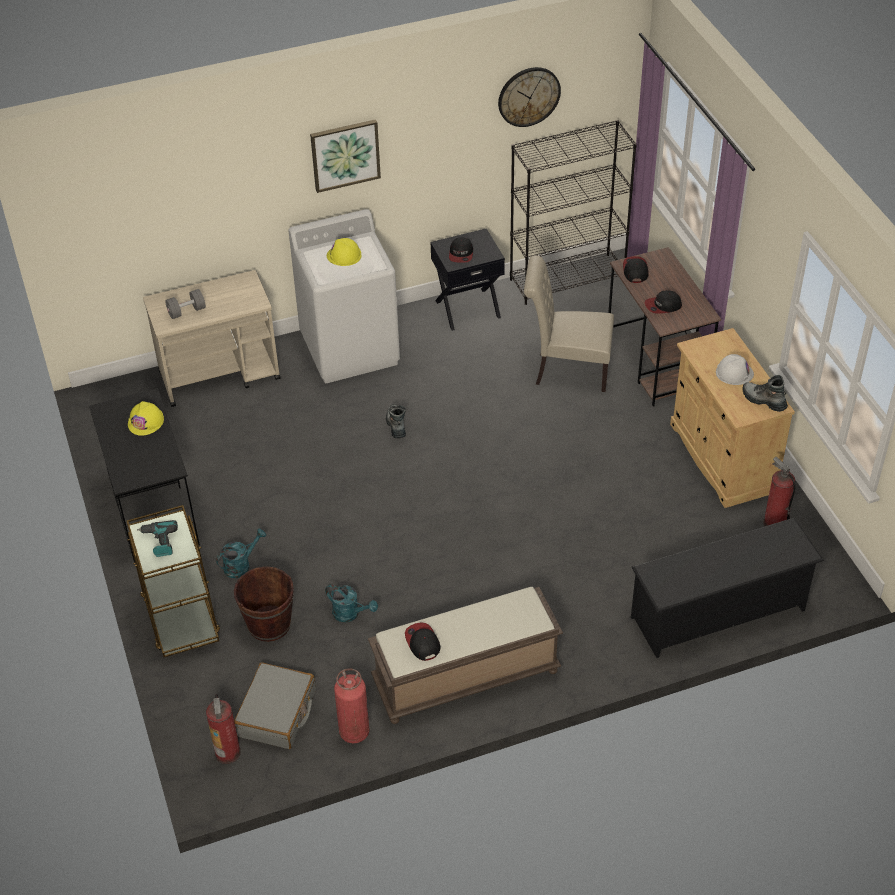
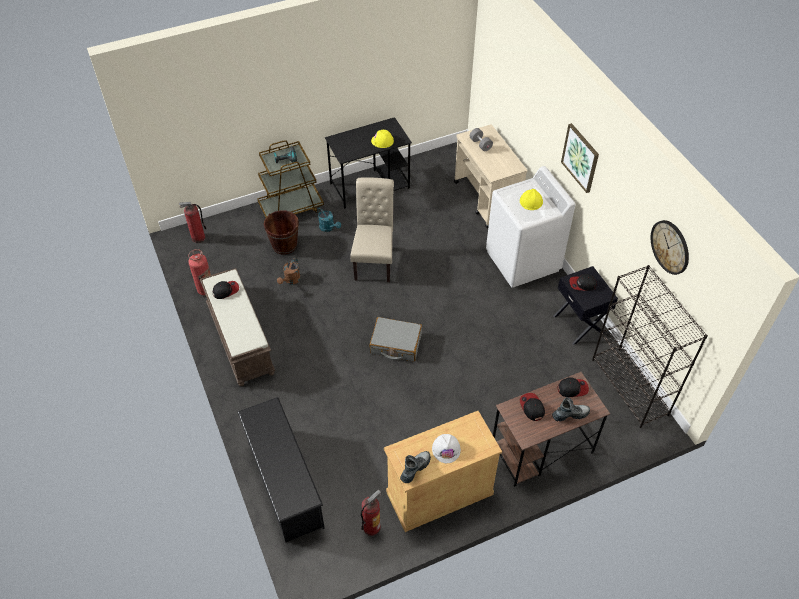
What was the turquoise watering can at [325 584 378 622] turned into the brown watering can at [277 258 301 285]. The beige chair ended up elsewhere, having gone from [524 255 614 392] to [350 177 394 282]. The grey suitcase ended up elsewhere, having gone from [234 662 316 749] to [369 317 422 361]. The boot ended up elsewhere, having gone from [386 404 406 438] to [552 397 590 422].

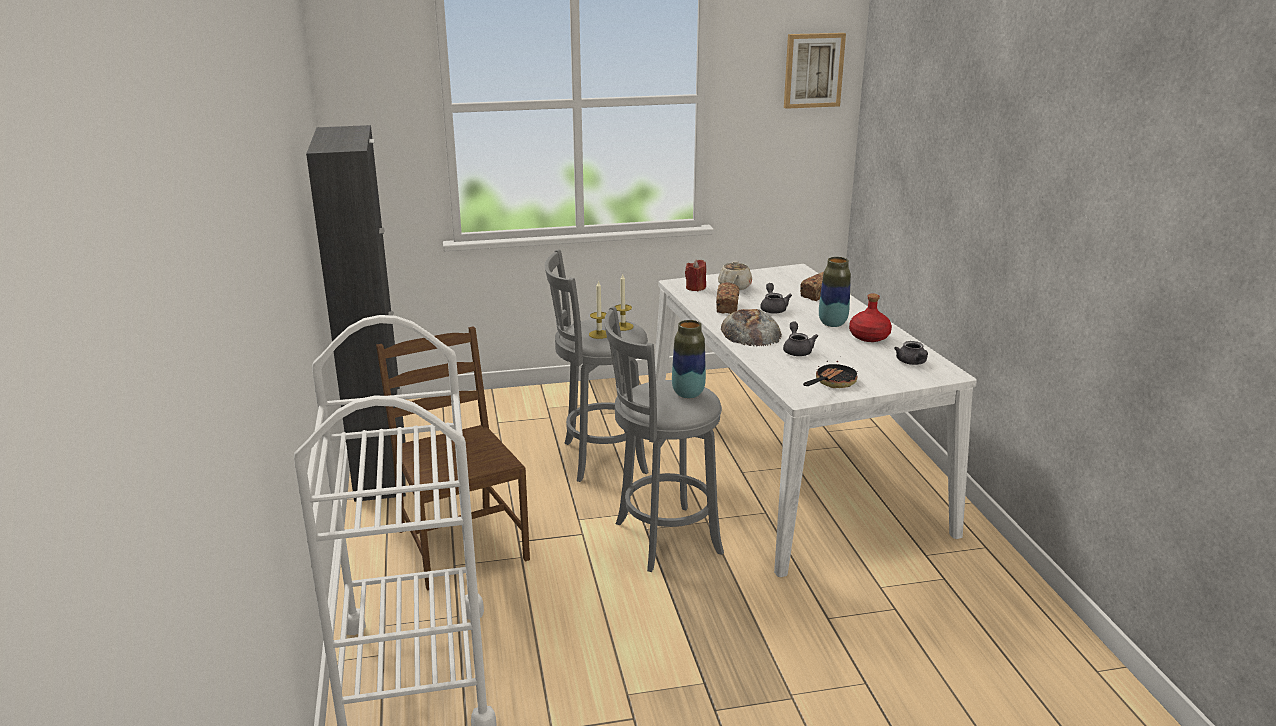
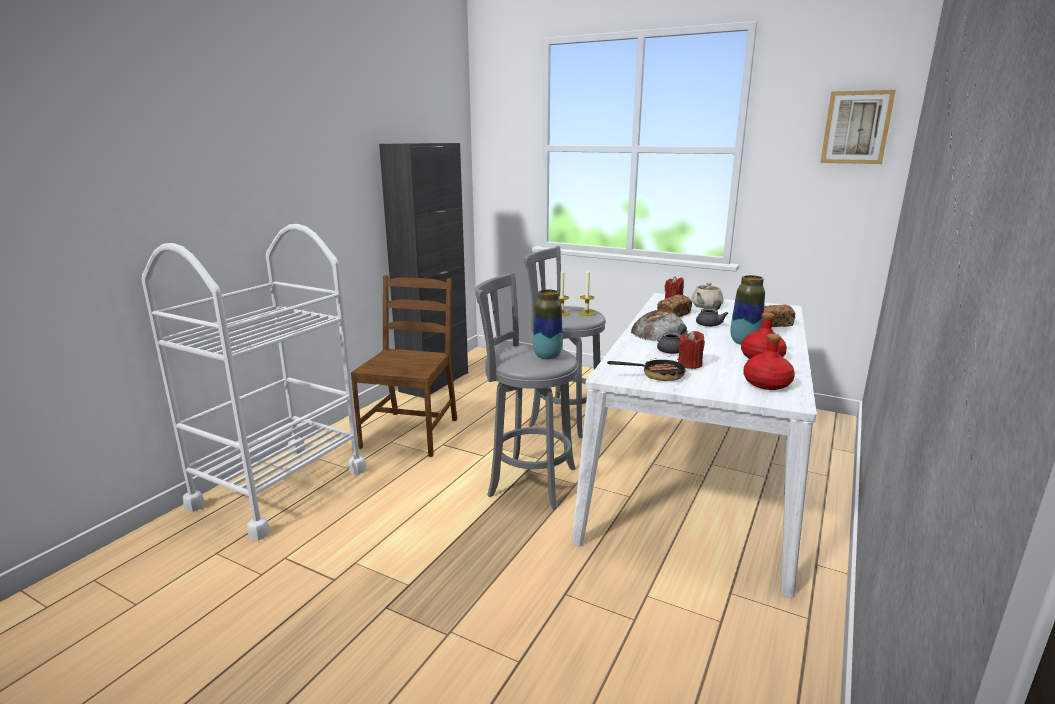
The second view gained the red candle at [678 331 705 369]. Where the grey teapot stood at [894 341 928 365], the red bottle came to stand at [743 334 795 390].

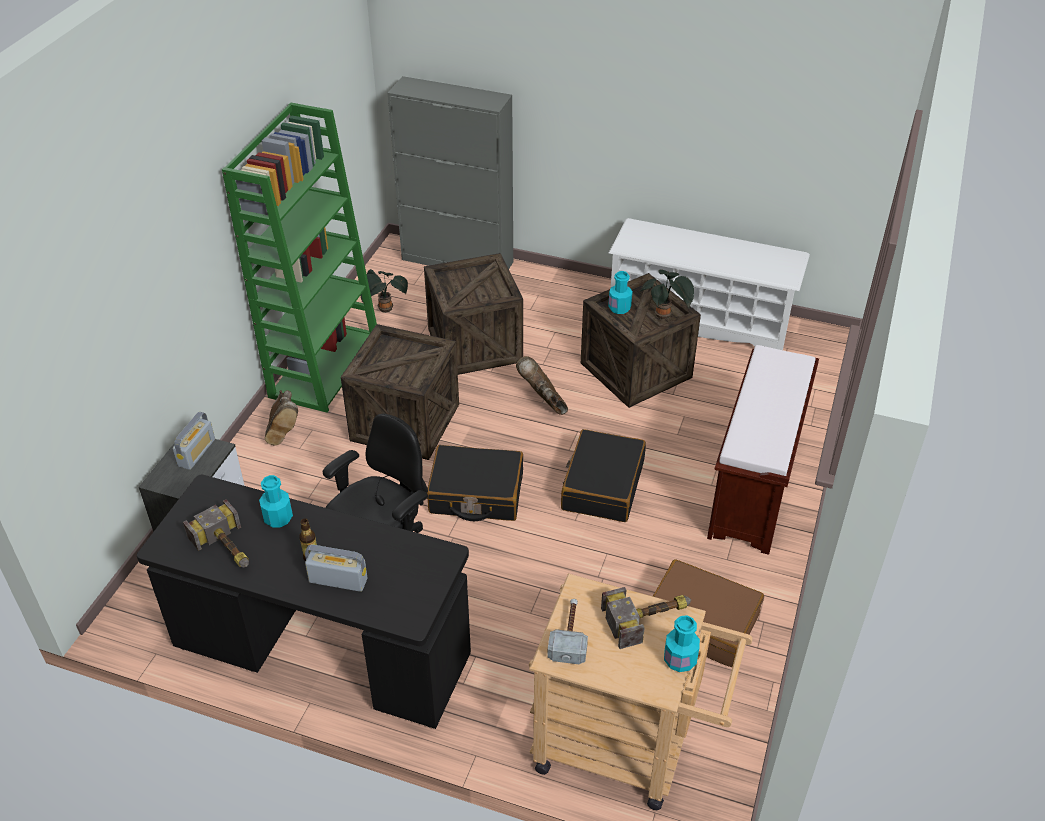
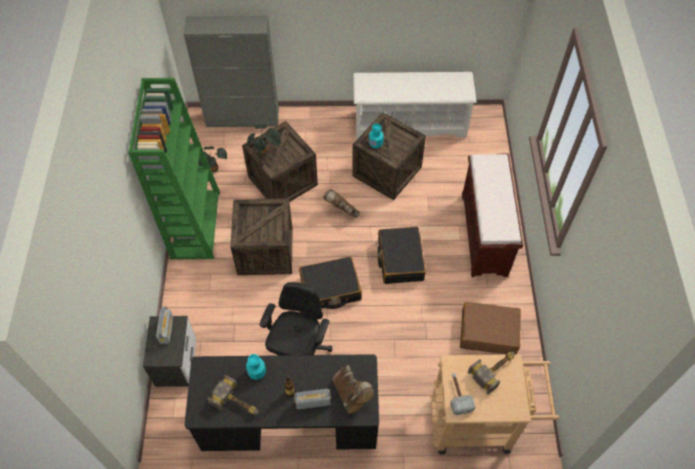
The potted plant ended up elsewhere, having gone from [640 269 694 320] to [247 124 281 155]. The brown boot ended up elsewhere, having gone from [265 390 298 446] to [332 365 374 414]. The second view lost the turquoise bottle at [664 615 700 672].

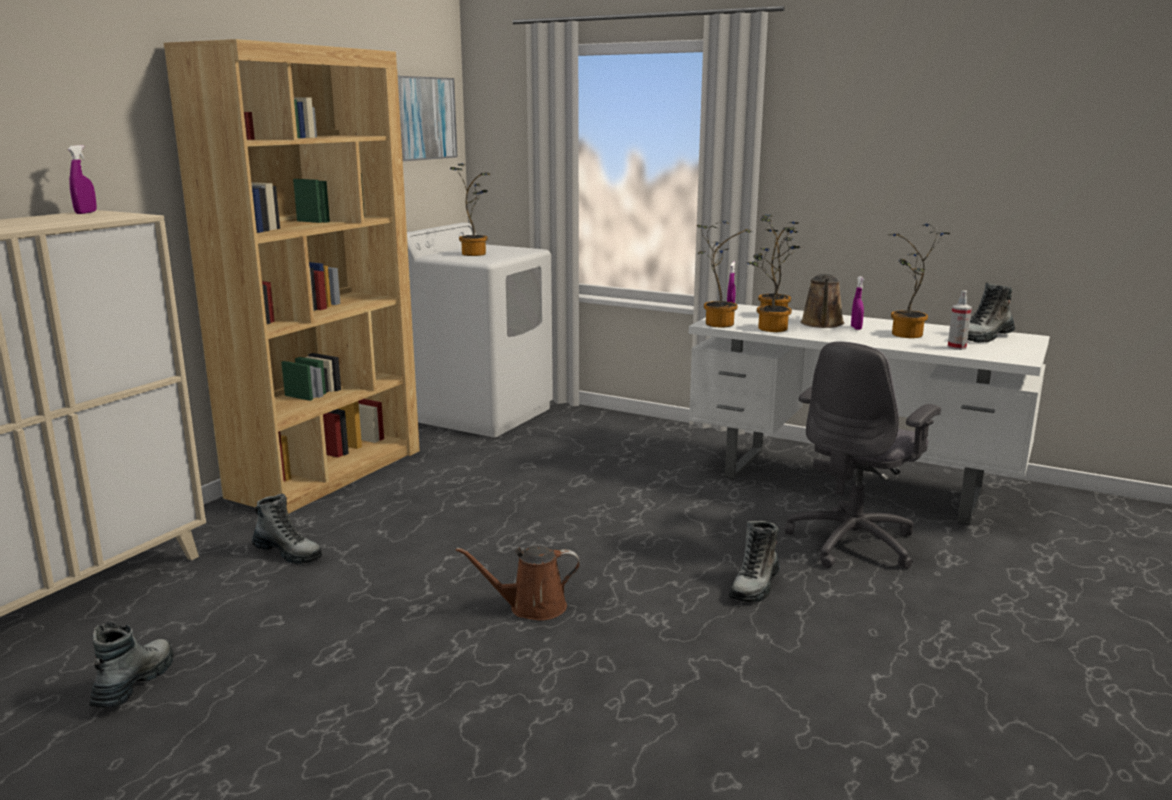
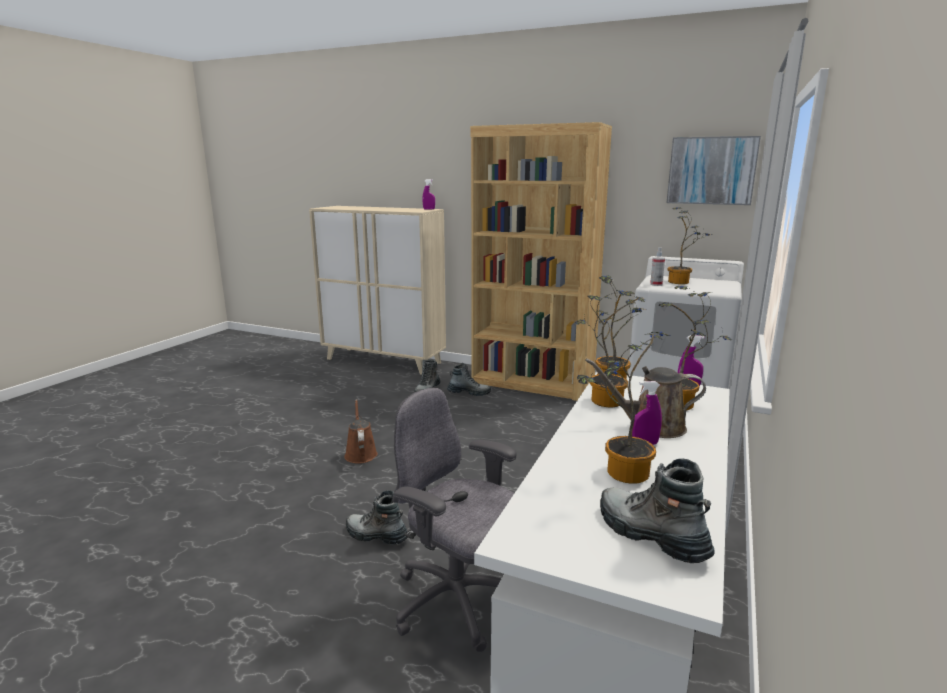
The boot ended up elsewhere, having gone from [89 621 174 708] to [447 363 491 396]. The spray bottle ended up elsewhere, having gone from [948 290 972 350] to [650 247 665 286].

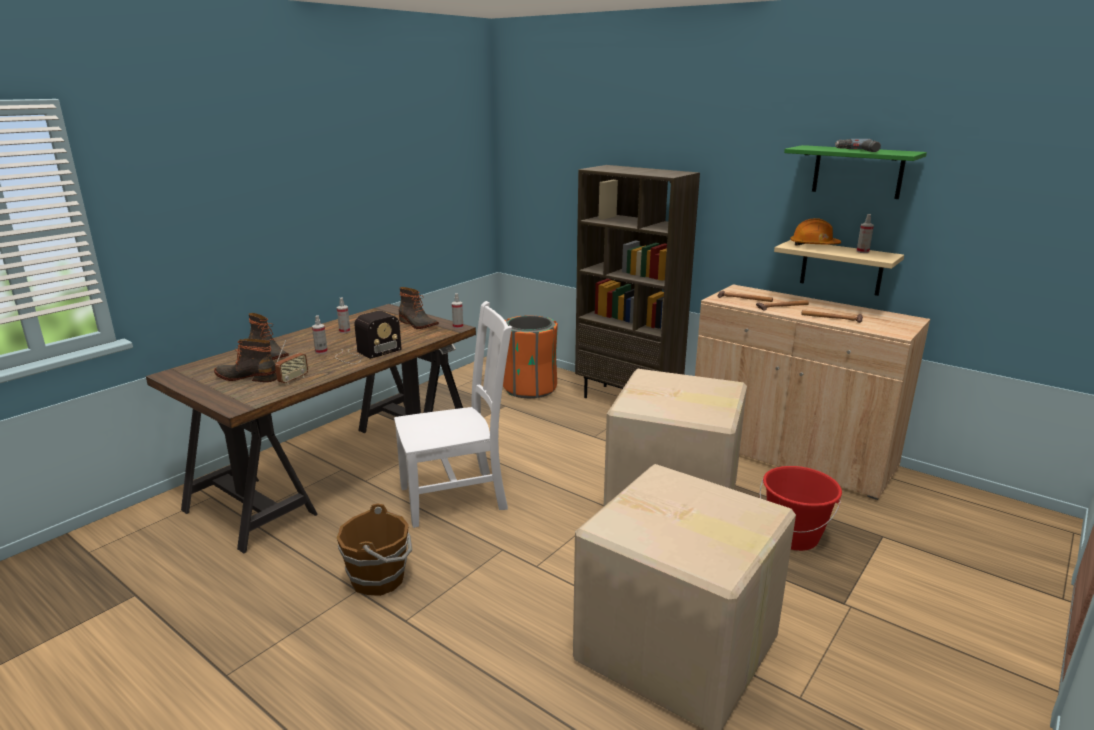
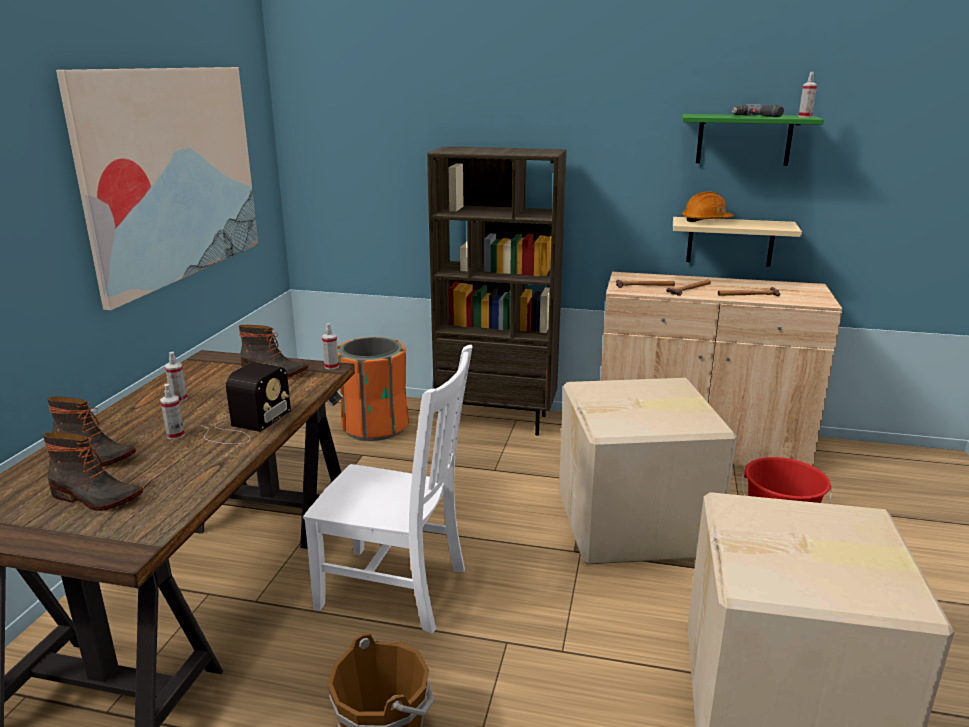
The boot at [214 339 277 382] ended up facing another way, 150 degrees counterclockwise from before. The second view gained the picture at [56 67 258 310]. The white chair at [394 301 512 528] ended up facing another way, 60 degrees clockwise from before. The spray bottle ended up elsewhere, having gone from [857 214 874 253] to [798 72 817 118]. The second view lost the radio at [275 340 308 384].

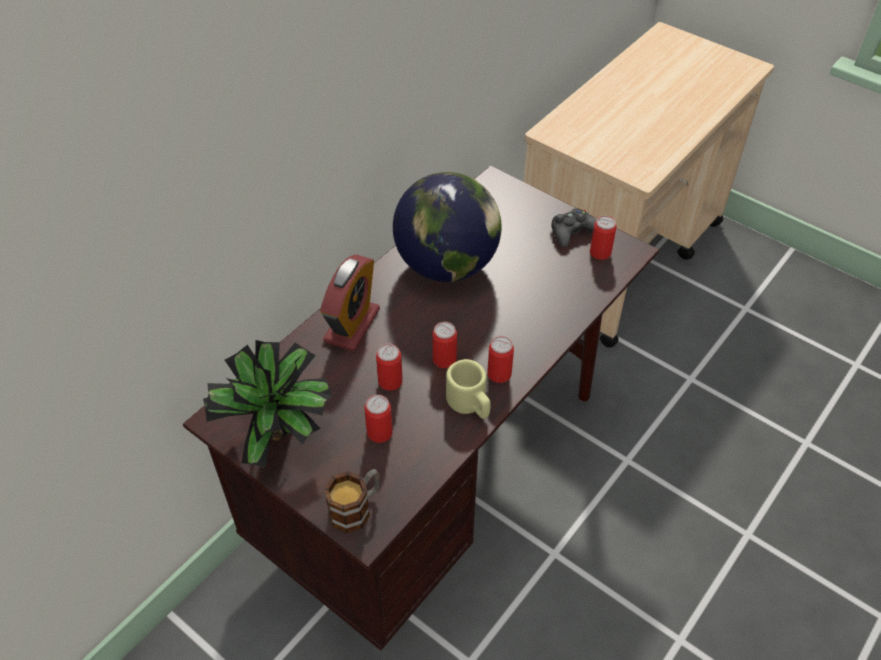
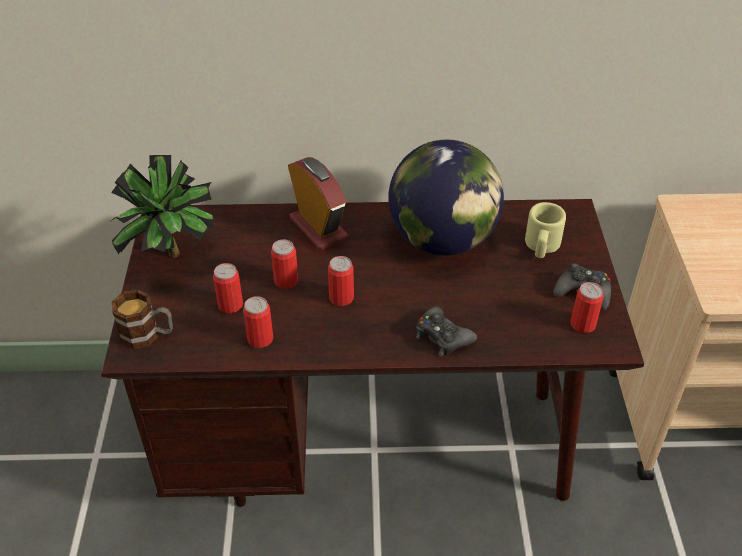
The can ended up elsewhere, having gone from [487 336 514 383] to [243 296 273 348]. The alarm clock at [320 255 380 351] ended up facing another way, 105 degrees counterclockwise from before. The second view gained the black game controller at [416 306 477 356]. The beige mug ended up elsewhere, having gone from [446 359 491 419] to [525 202 566 258].

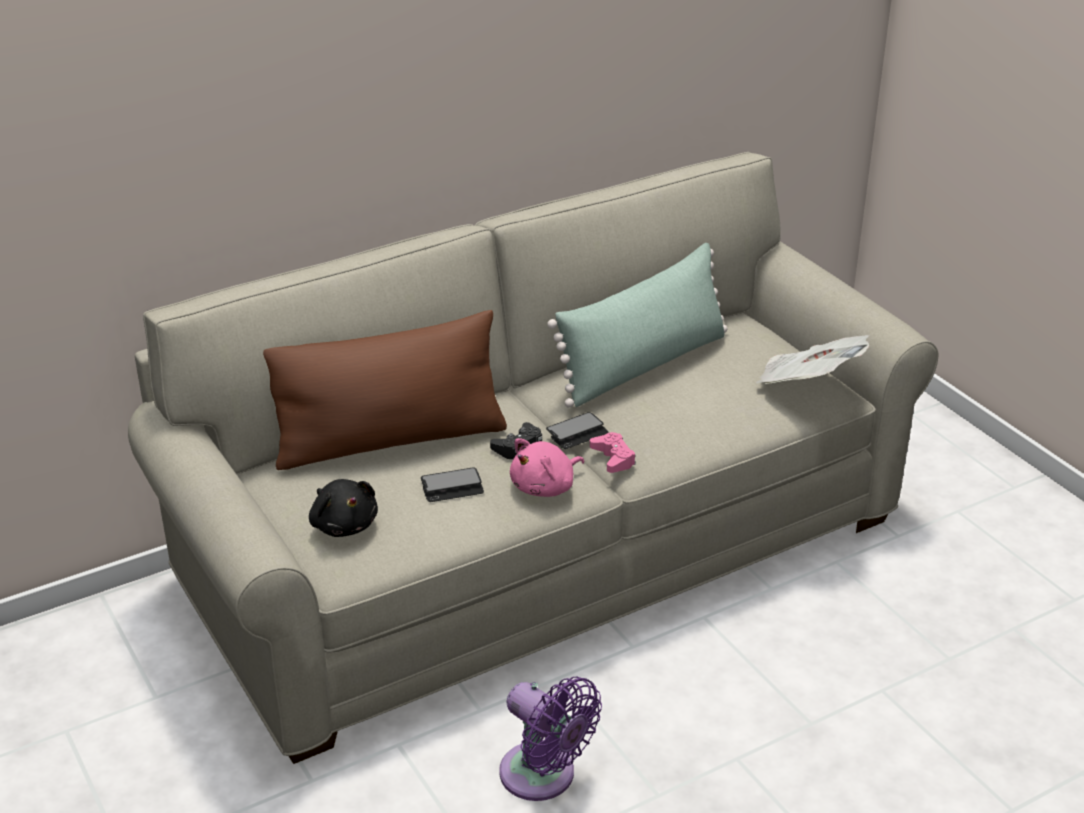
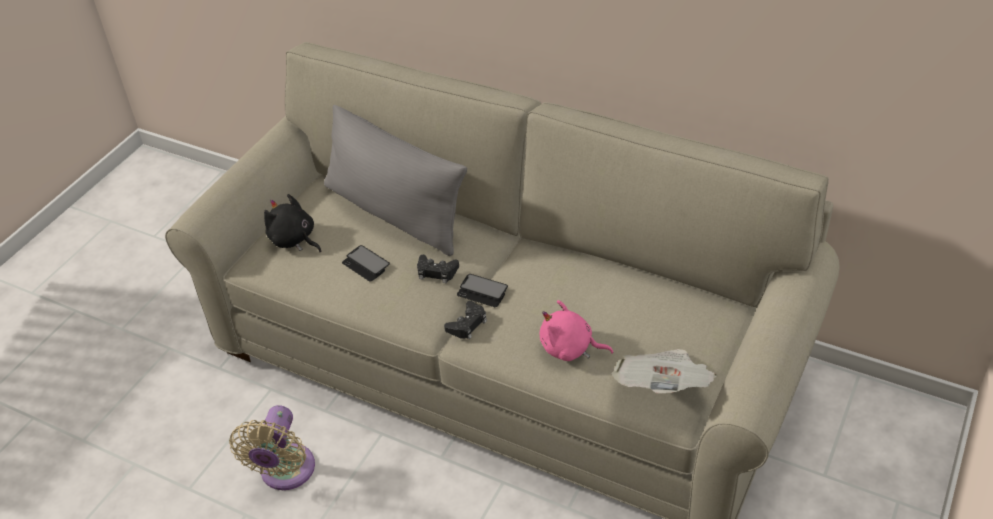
What was the purple fan at [499 677 602 801] turned into the beige fan at [229 405 315 490]. The black plush toy at [309 479 378 537] ended up facing another way, 105 degrees clockwise from before. What was the brown pillow at [263 310 507 470] turned into the grey pillow at [324 105 467 256]. What was the pink game controller at [590 432 636 473] turned into the black game controller at [444 301 487 339]. The pink plush toy ended up elsewhere, having gone from [510 438 584 497] to [540 300 613 361]. The second view lost the green pillow at [547 243 728 408].

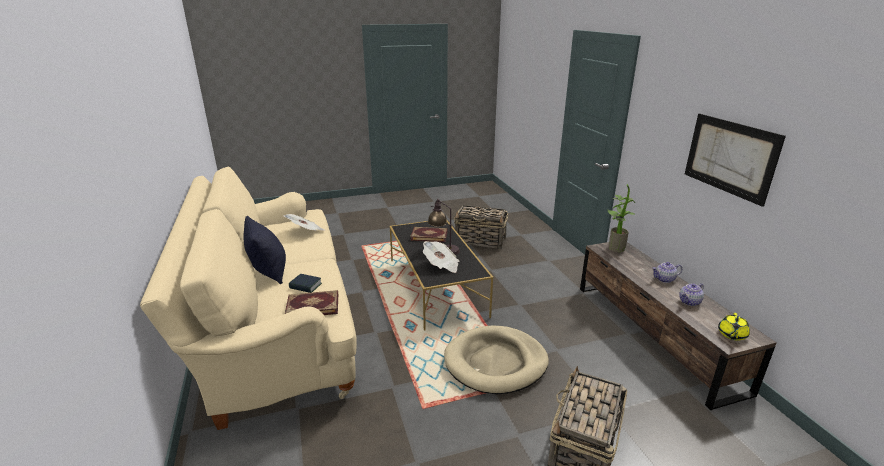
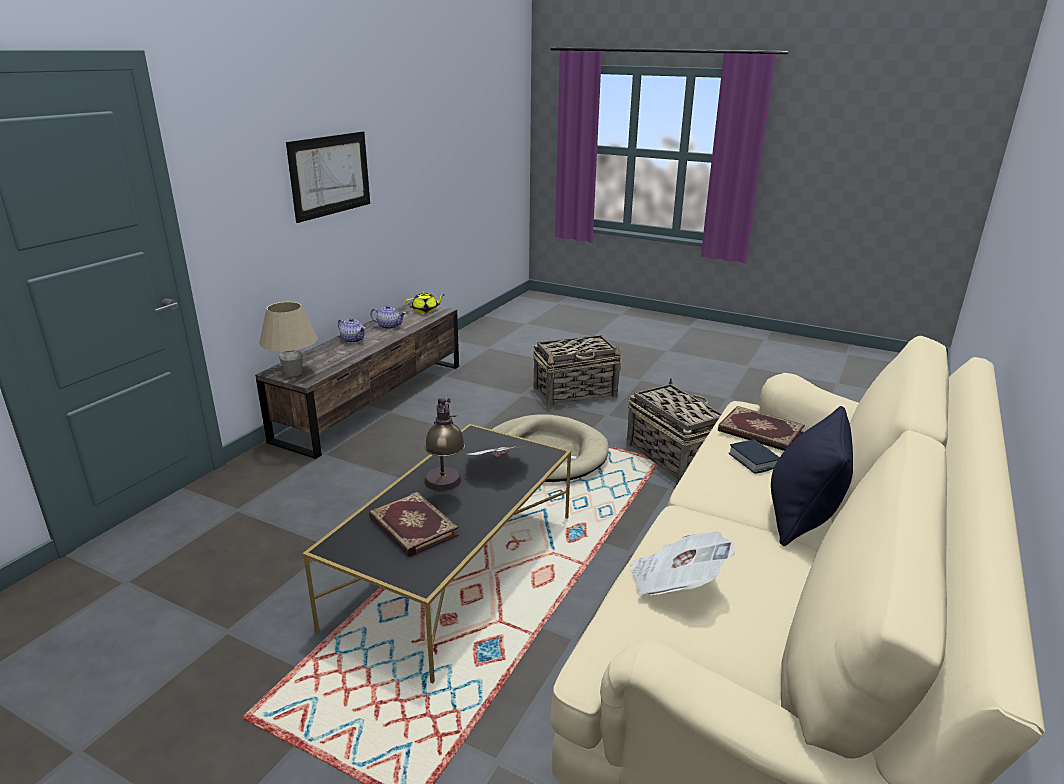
Where the potted plant stood at [608 184 635 252], the beige table lamp came to stand at [259 302 318 377]. The basket ended up elsewhere, having gone from [454 205 508 250] to [627 378 722 483].

